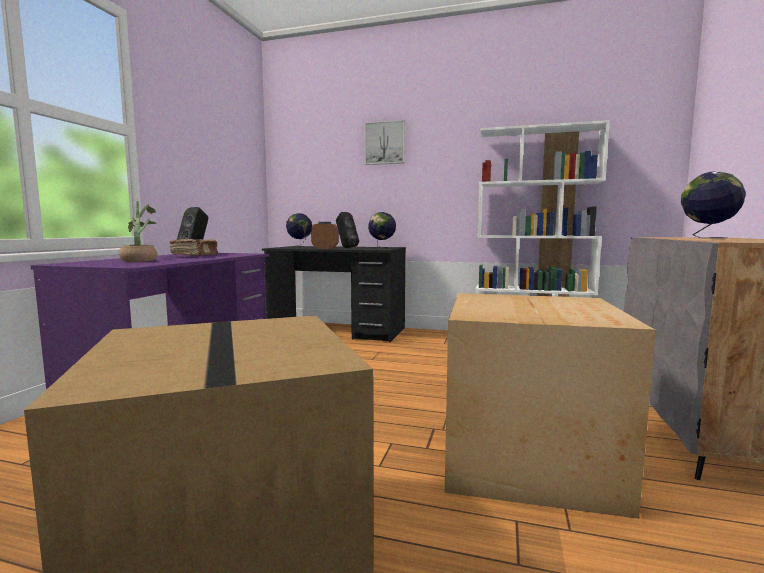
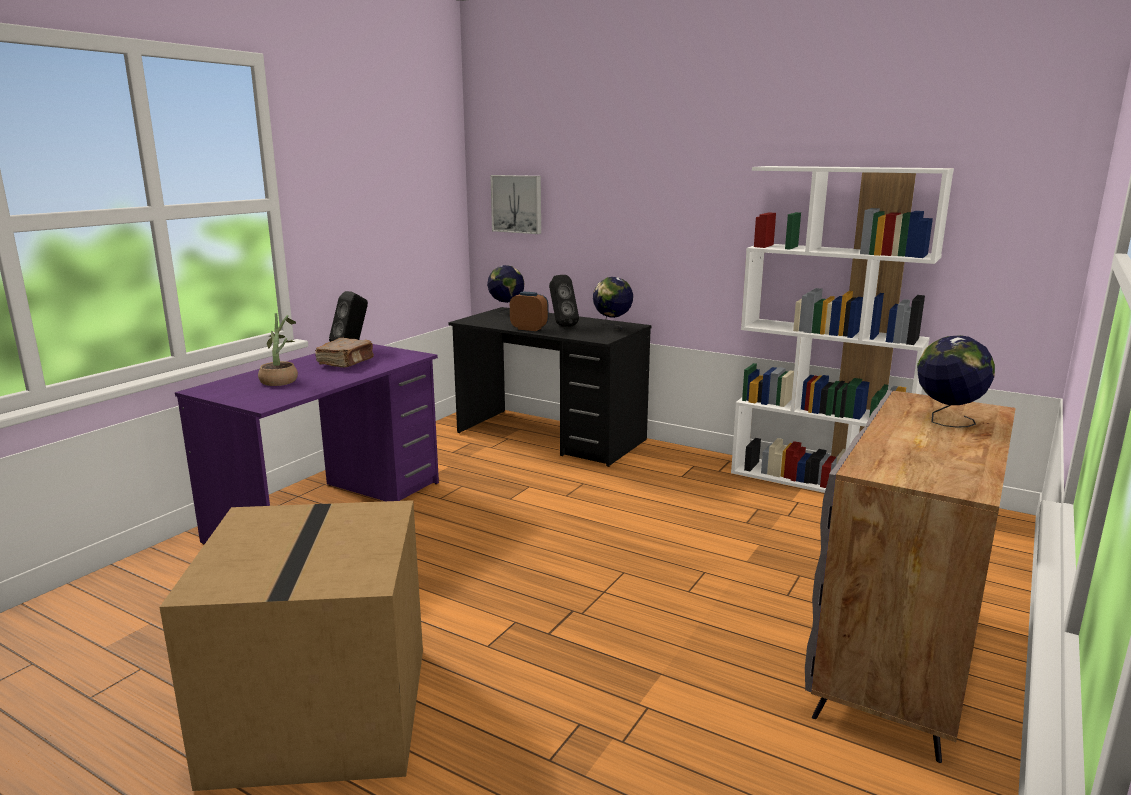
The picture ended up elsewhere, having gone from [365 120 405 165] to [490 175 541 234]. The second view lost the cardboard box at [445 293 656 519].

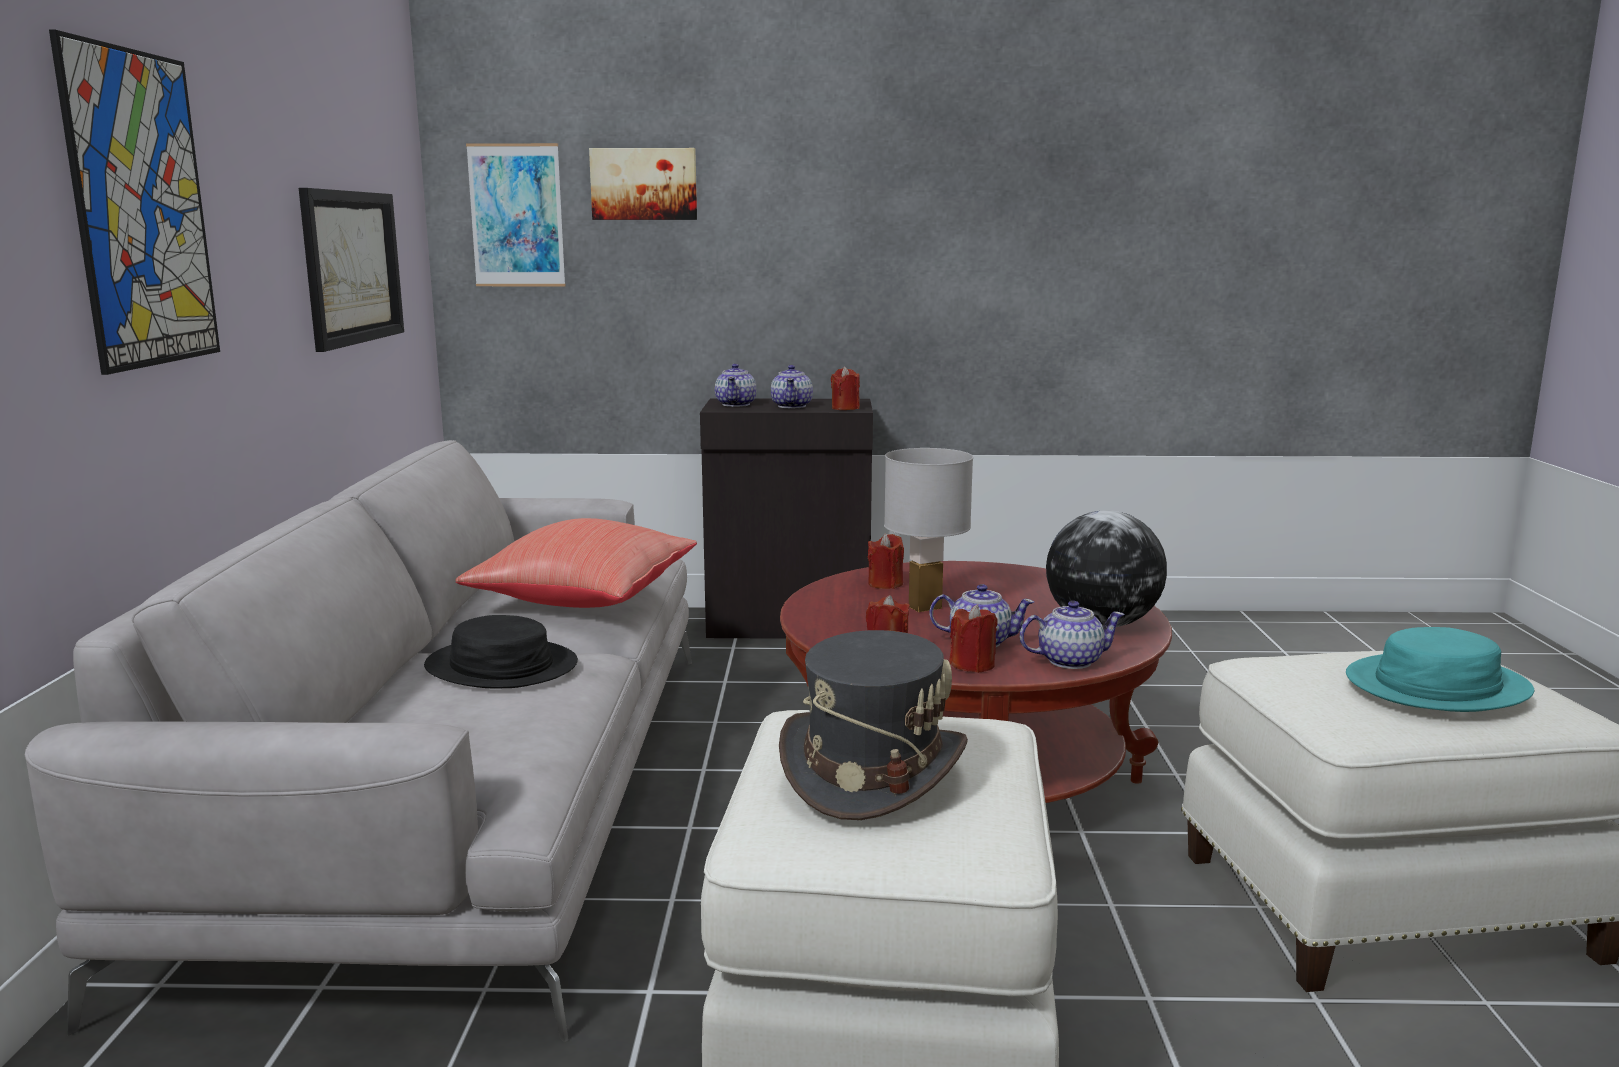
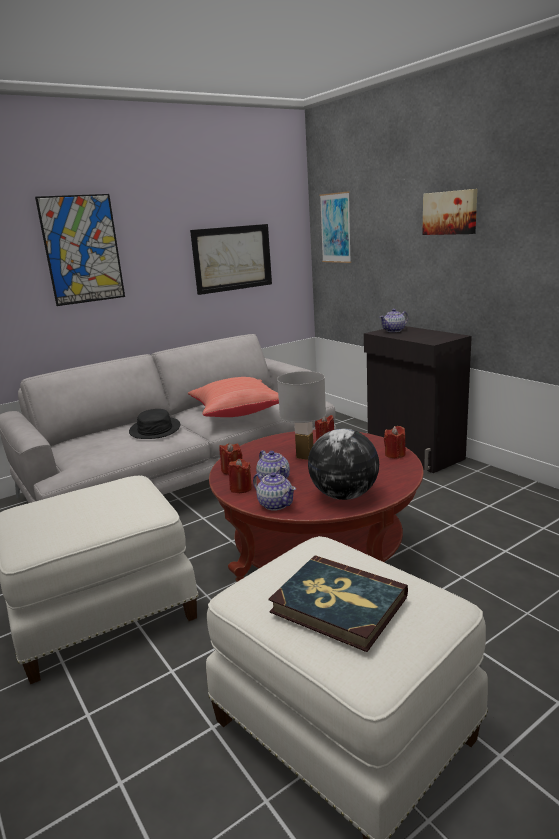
Where the turquoise hat stood at [1346 627 1534 712], the book came to stand at [268 555 408 652]. The red candle ended up elsewhere, having gone from [831 367 860 410] to [384 426 406 459]. The picture ended up elsewhere, having gone from [589 148 697 220] to [422 189 478 235]. The second view lost the teapot at [771 365 813 408]. The second view lost the grey hat at [779 630 968 820].

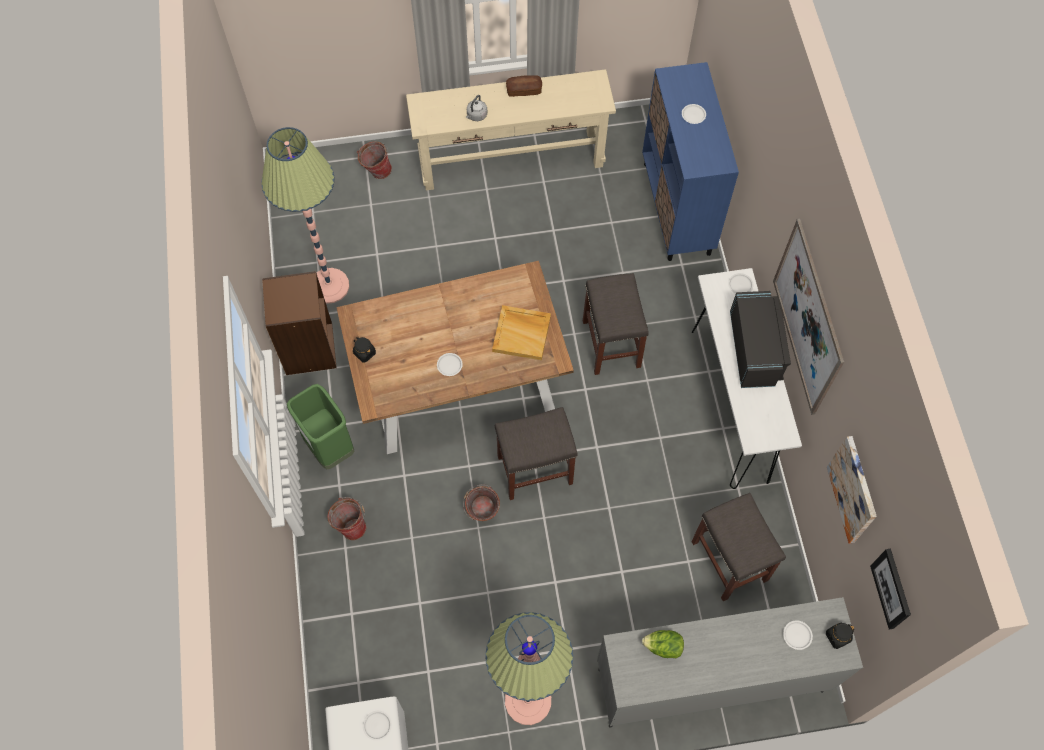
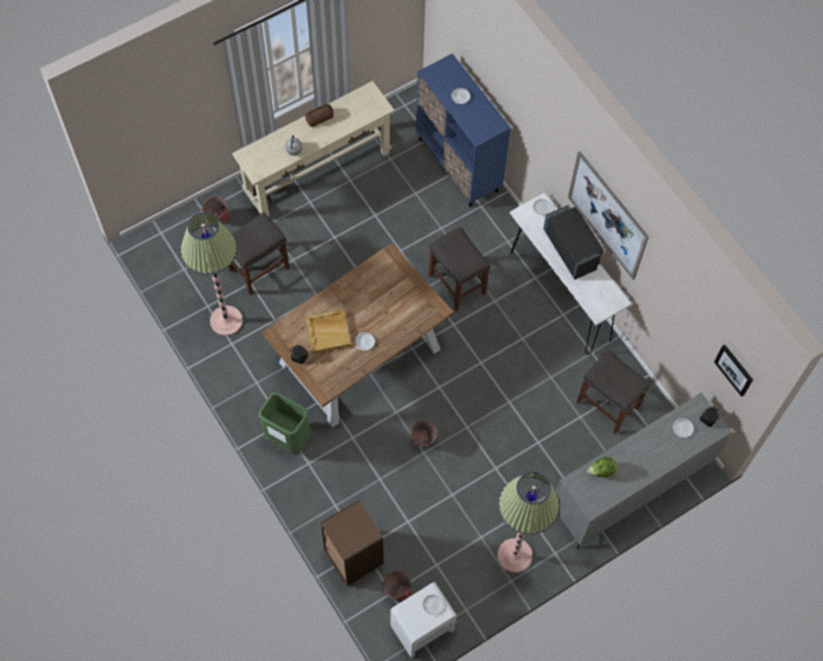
The grey stool ended up elsewhere, having gone from [495 407 578 500] to [228 212 290 295]. The beige tray ended up elsewhere, having gone from [492 305 551 360] to [305 310 351 354]. The brown bookcase ended up elsewhere, having gone from [262 271 337 375] to [320 500 384 586]. The bucket ended up elsewhere, having gone from [327 497 367 540] to [383 570 412 603]. The second view lost the picture at [827 436 877 544].

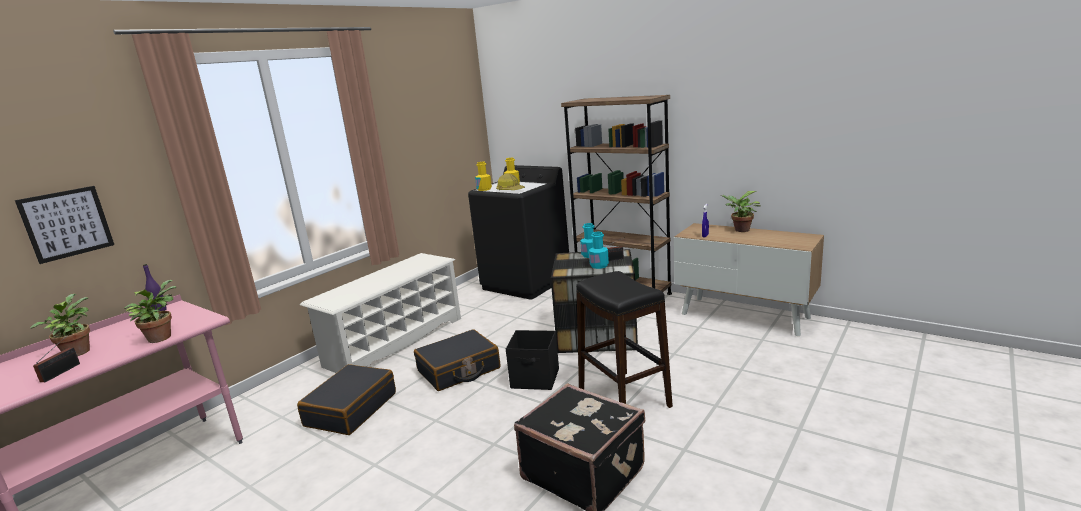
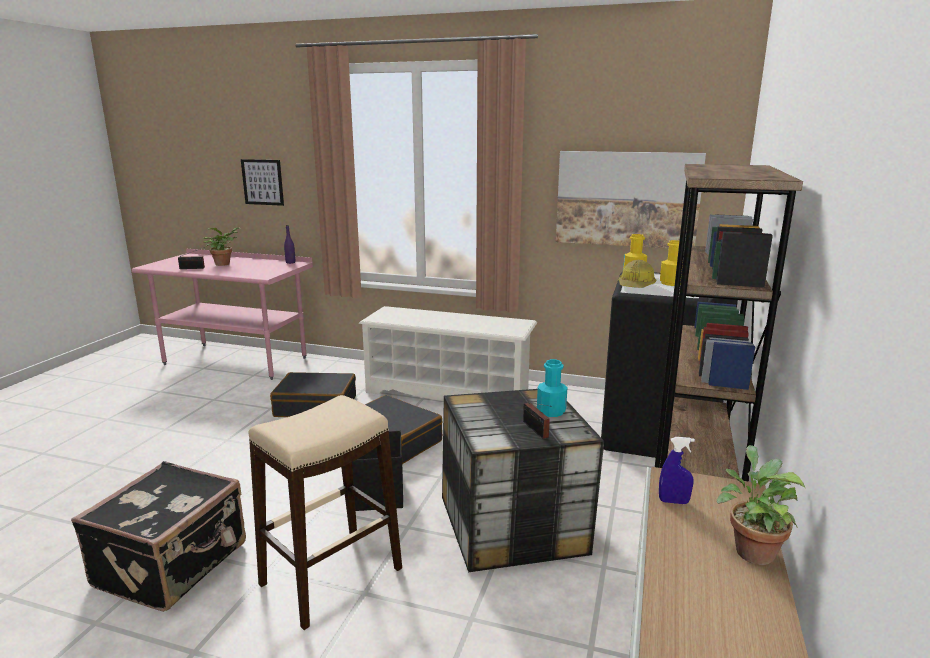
What was the black stool at [576 271 673 408] turned into the beige stool at [249 395 402 630]. The second view gained the picture at [556 151 706 248]. The second view lost the potted plant at [124 280 176 343]. The second view lost the turquoise bottle at [589 232 609 269].

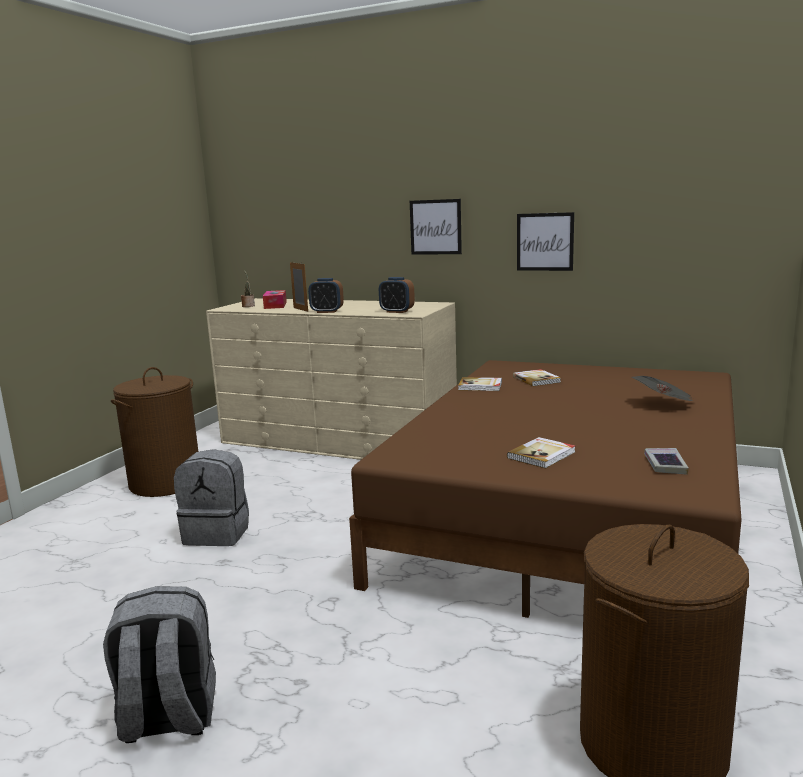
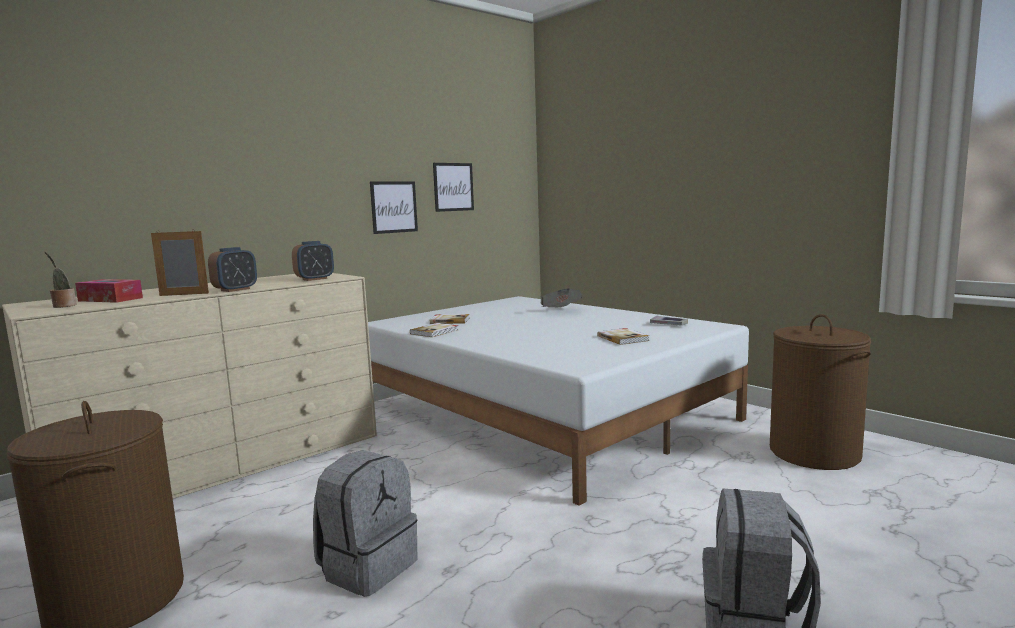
What was the brown bed at [349 360 742 618] turned into the white bed at [368 296 749 506]. The picture ended up elsewhere, having gone from [410 199 462 255] to [433 163 474 212].

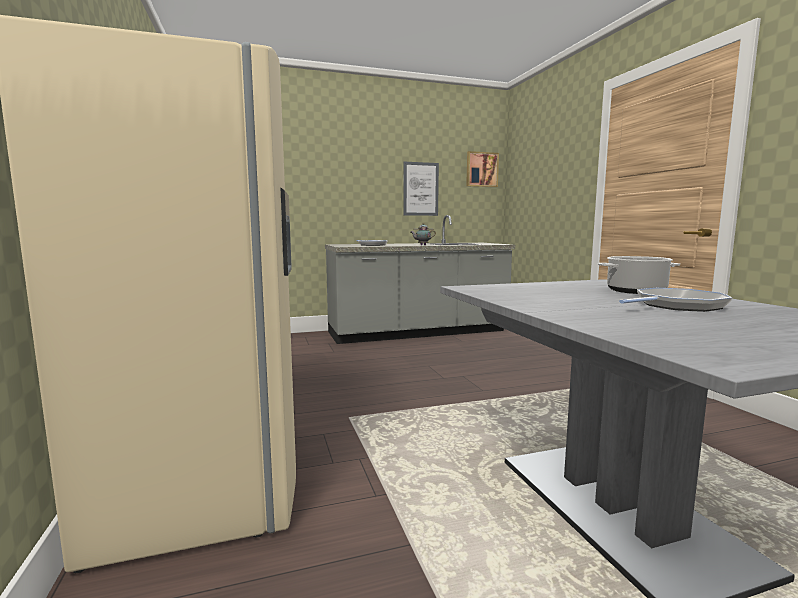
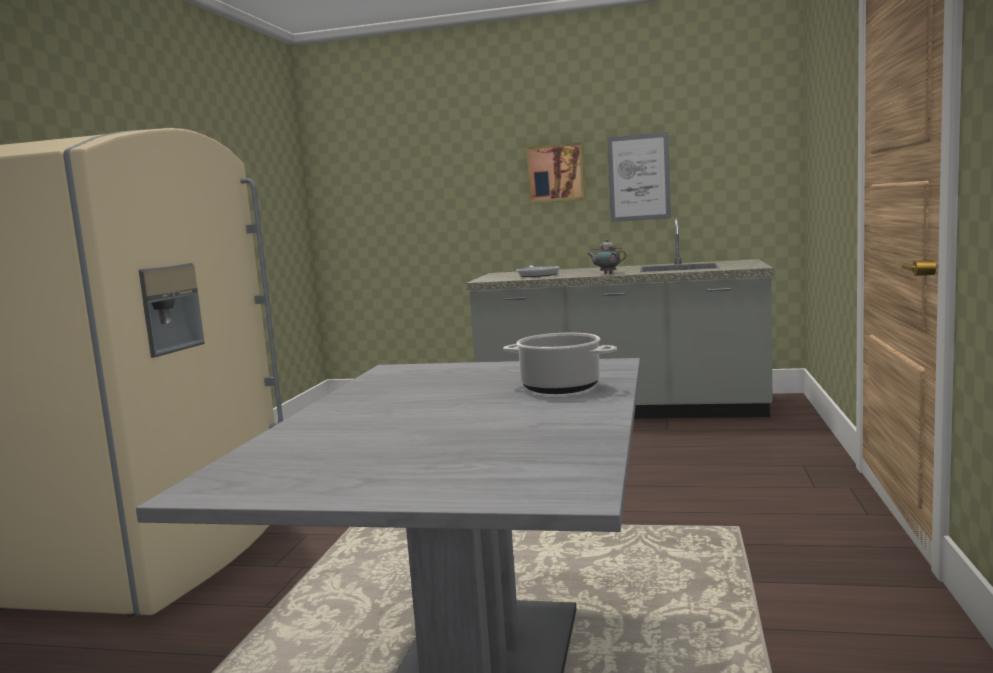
The picture ended up elsewhere, having gone from [466 151 499 187] to [526 143 585 203]. The second view lost the frying pan at [619 288 733 312].

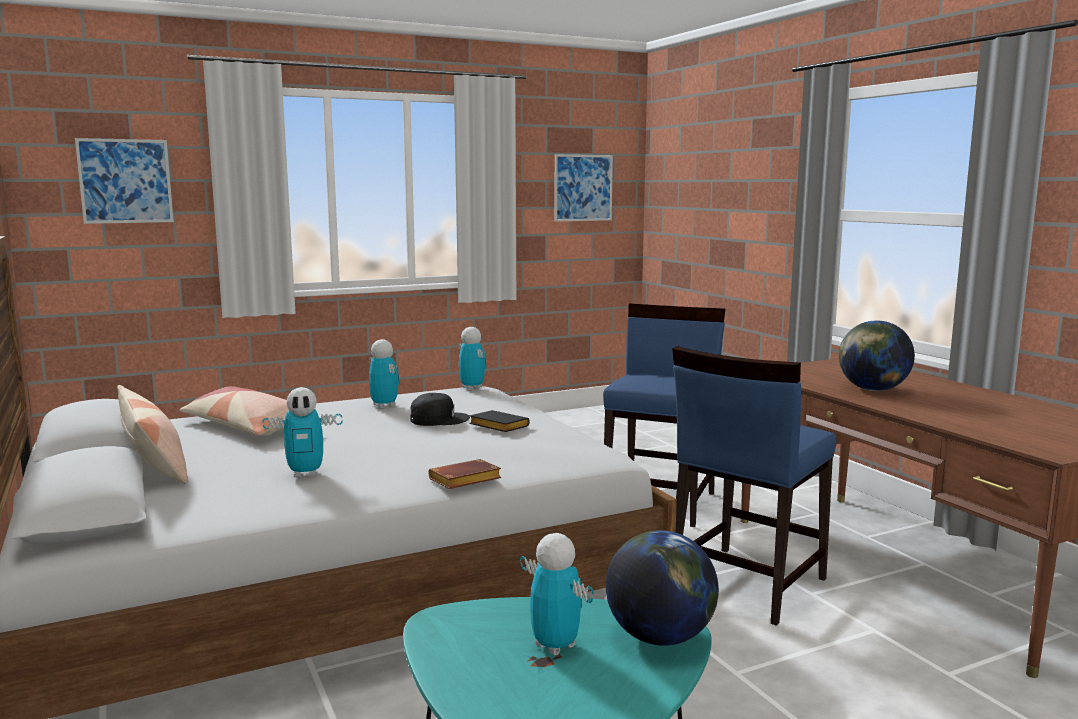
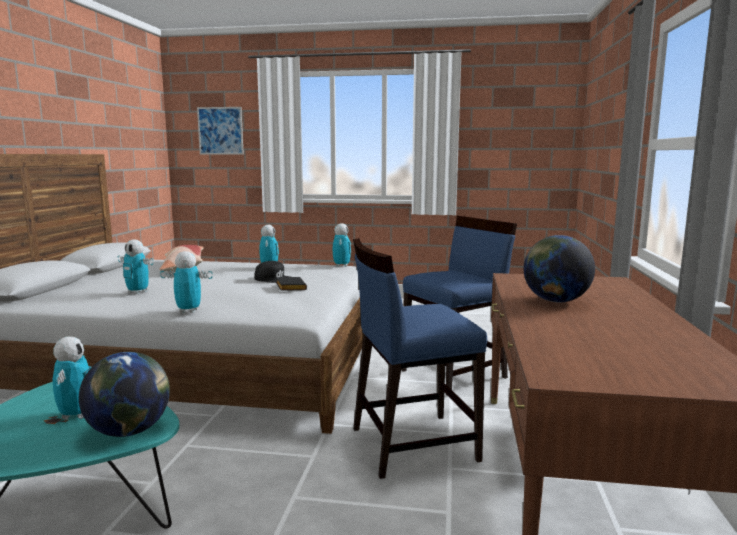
Where the brown book stood at [429 459 501 489], the toy robot came to stand at [160 251 213 313]. The second view lost the pillow at [117 385 188 484]. The second view lost the picture at [554 154 613 222].

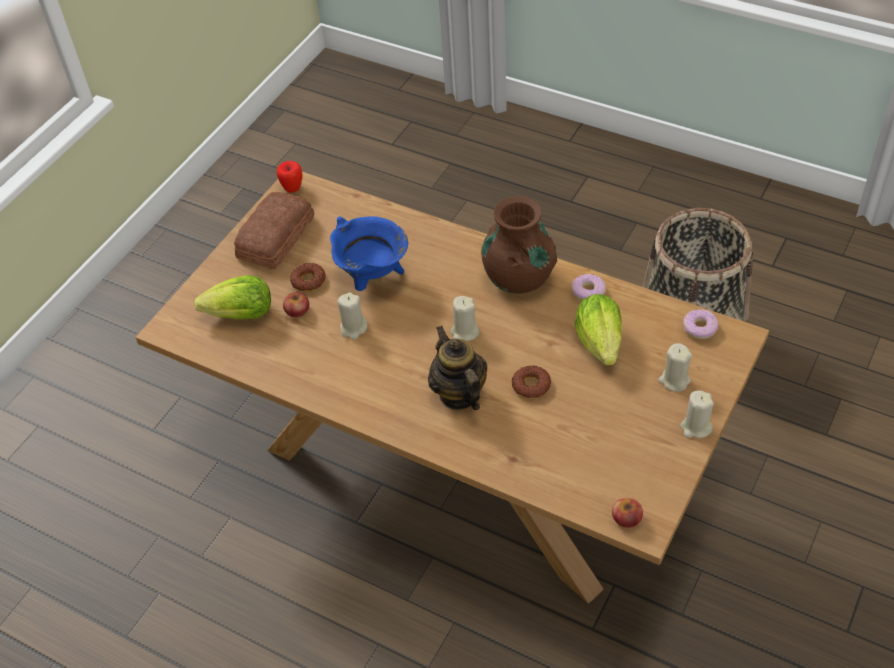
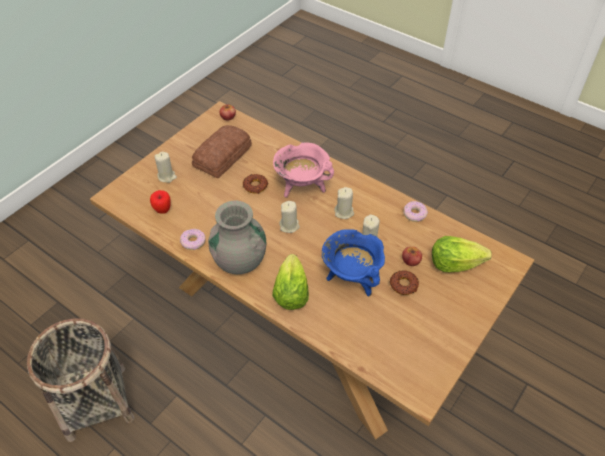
The apple ended up elsewhere, having gone from [277 161 302 193] to [150 190 171 214]. The bread ended up elsewhere, having gone from [234 192 314 270] to [192 125 252 178]. What was the brown vase at [481 196 557 294] turned into the grey vase at [208 201 266 274]. The lettuce ended up elsewhere, having gone from [575 294 622 365] to [272 254 309 310]. Where the teapot stood at [428 326 487 410], the pink cooking pot came to stand at [273 142 334 198]. The beige candle ended up elsewhere, having gone from [680 391 714 438] to [335 187 354 219]. The donut ended up elsewhere, having gone from [683 309 718 339] to [403 201 428 222].

